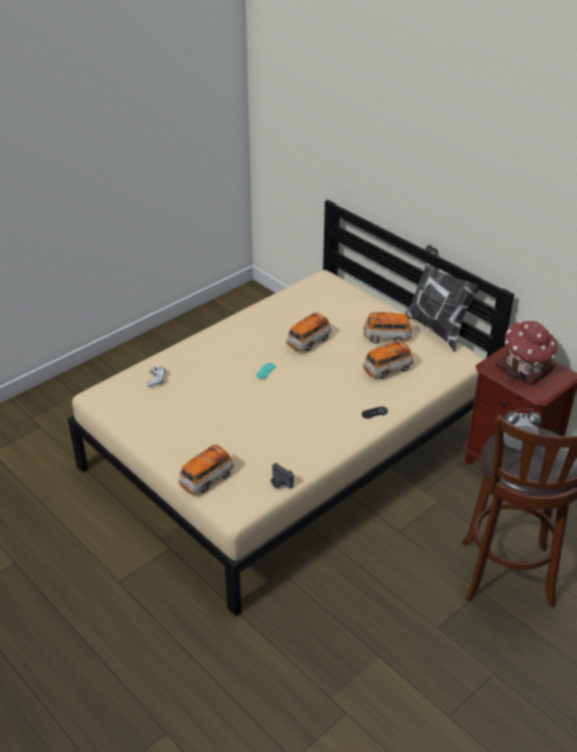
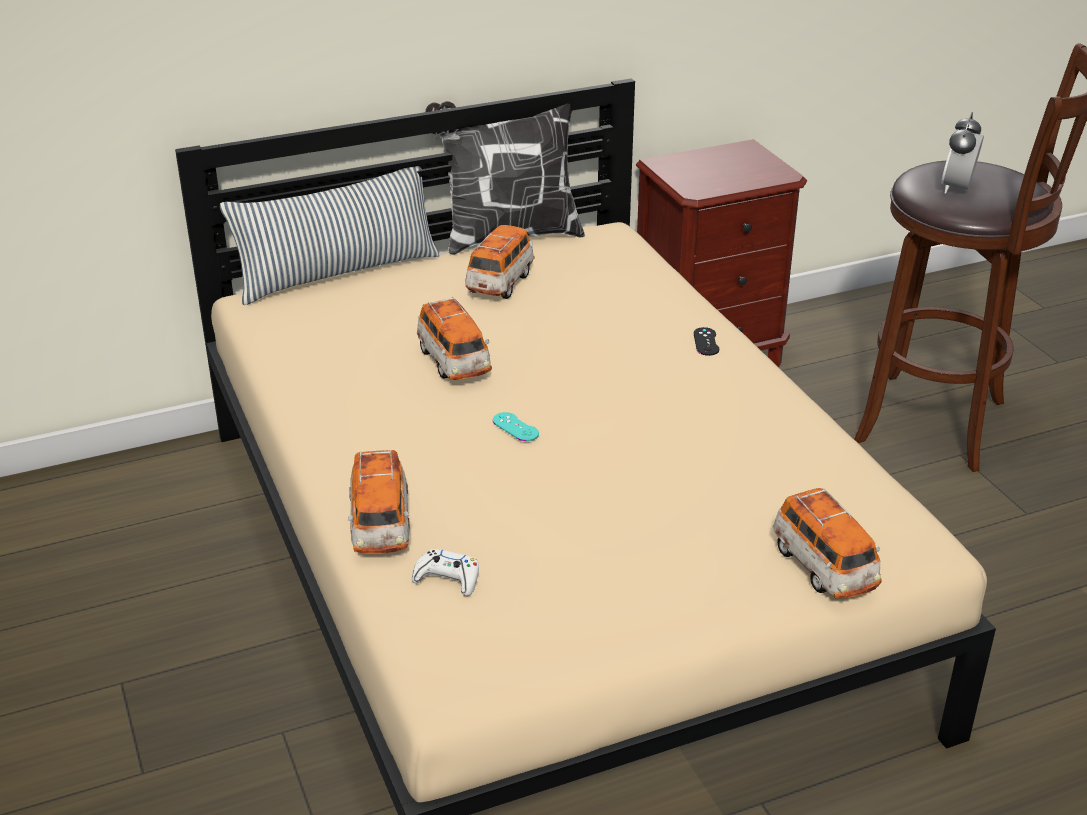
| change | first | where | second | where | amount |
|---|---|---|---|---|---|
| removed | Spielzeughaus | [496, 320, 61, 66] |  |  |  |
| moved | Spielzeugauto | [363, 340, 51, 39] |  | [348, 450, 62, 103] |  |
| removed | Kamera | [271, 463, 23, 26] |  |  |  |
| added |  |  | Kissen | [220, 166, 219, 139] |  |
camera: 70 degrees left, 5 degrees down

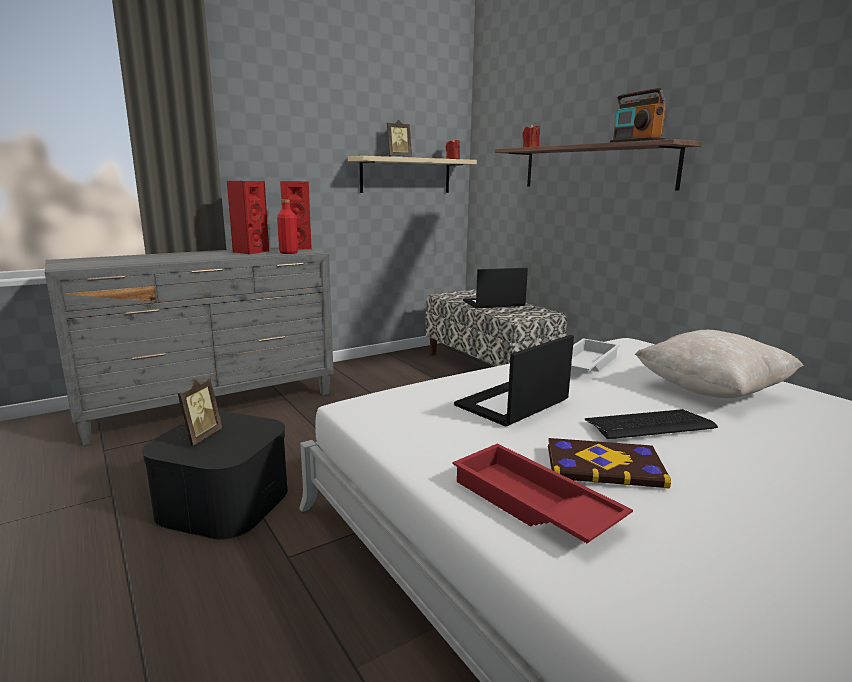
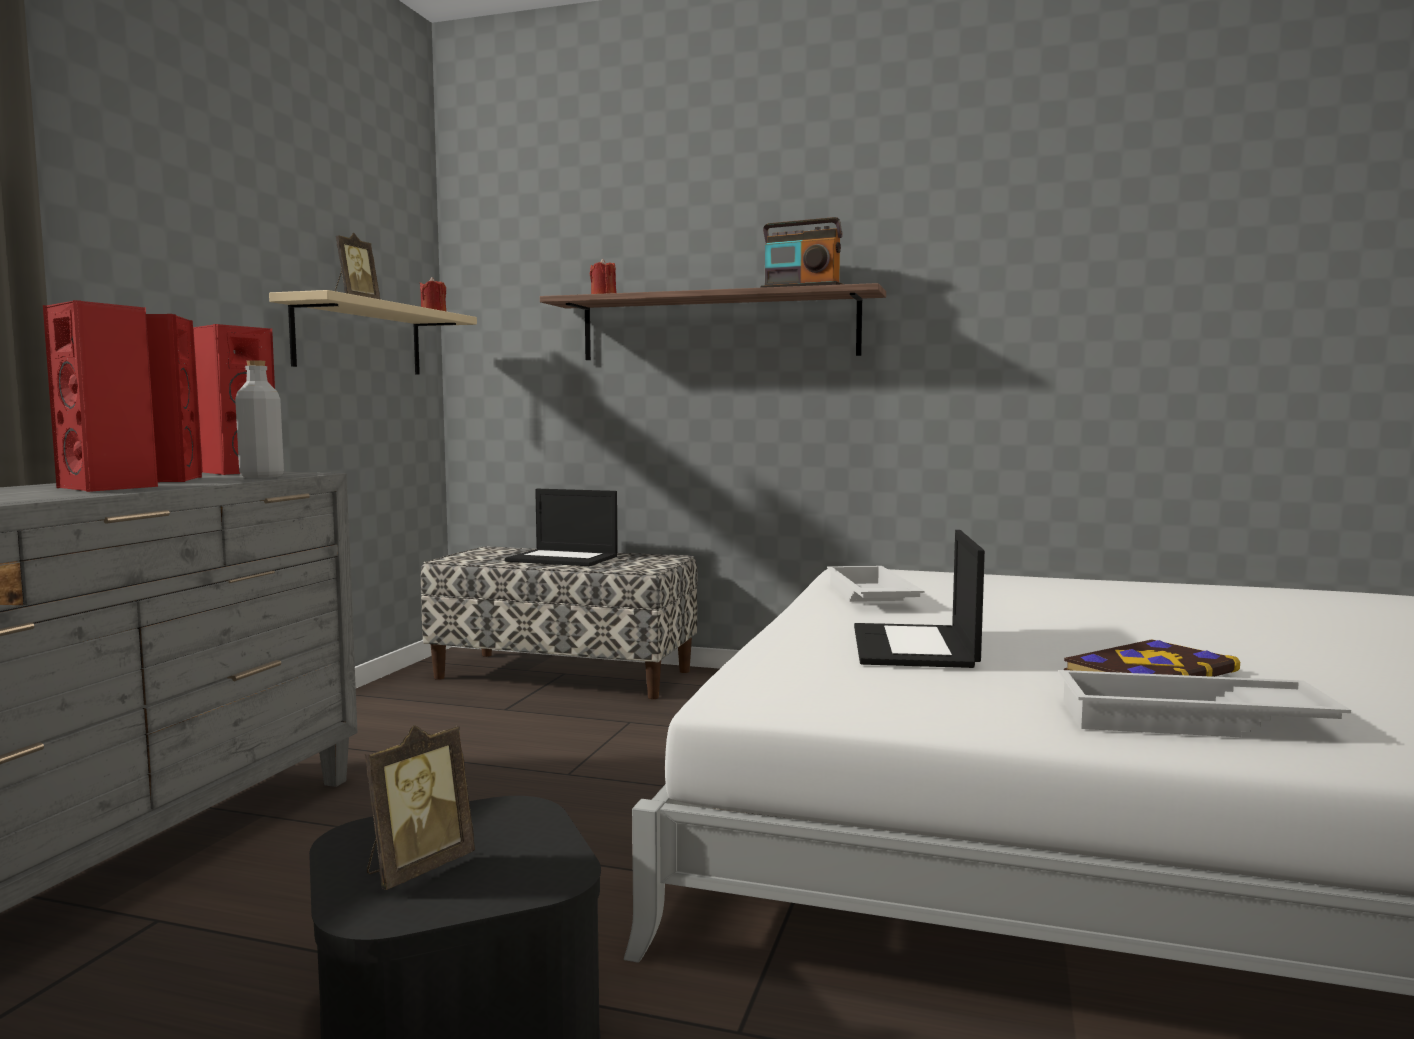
| change | first | where | second | where | amount |
|---|---|---|---|---|---|
| recoloured | Flasche [rot] | [277, 200, 21, 54] | Flasche [grau] | [235, 360, 49, 118] |  |
| turned | Laptop | [463, 268, 65, 40] |  | [505, 489, 113, 77] | 105 degrees counterclockwise |
| removed | Kissen [beige] | [635, 330, 169, 68] |  |  |  |
| turned | Bilderrahmen | [178, 379, 44, 67] |  | [365, 725, 110, 165] | 60 degrees clockwise |
| removed | Tastatur | [585, 409, 133, 30] |  |  |  |
| recoloured | Tablett [rot] | [453, 443, 180, 100] | Tablett [weiß] | [1059, 670, 292, 67] |  |
| added |  |  | Lautsprecher [rot] | [43, 300, 115, 192] |  |
camera: 40 degrees left, 10 degrees down

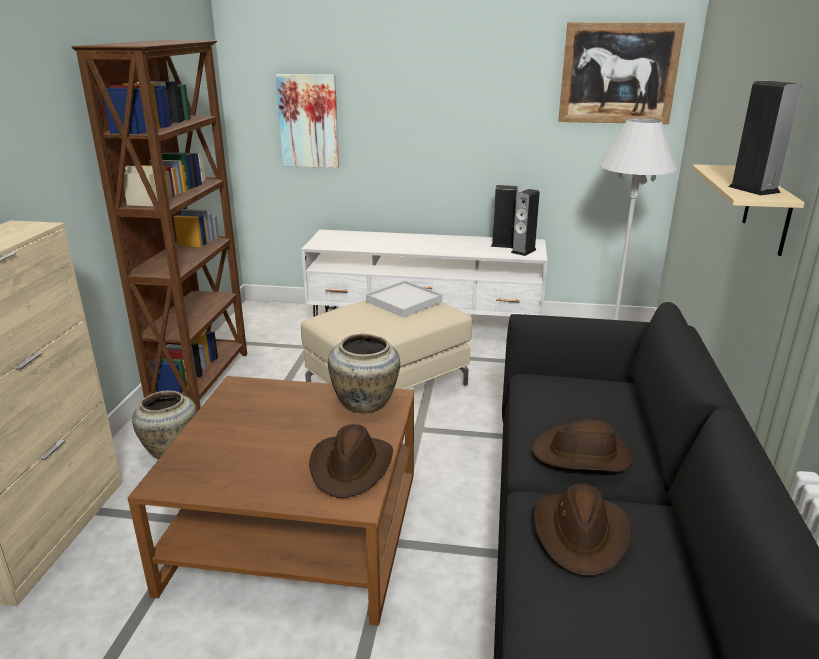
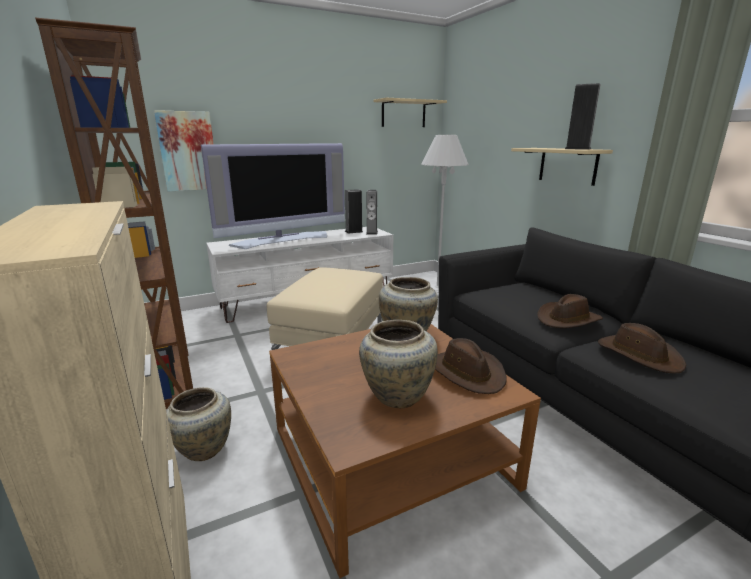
| change | first | where | second | where | amount |
|---|---|---|---|---|---|
| replaced | Bild | [558, 22, 127, 102] | Wandregal [beige] | [374, 98, 73, 29] |  |
| removed | Tablett [weiß] | [366, 281, 76, 37] |  |  |  |
| added |  |  | Fernseher | [201, 143, 144, 106] |  |
| added |  |  | Vase [beige] | [359, 320, 79, 88] |  |
camera: 35 degrees left, 5 degrees down

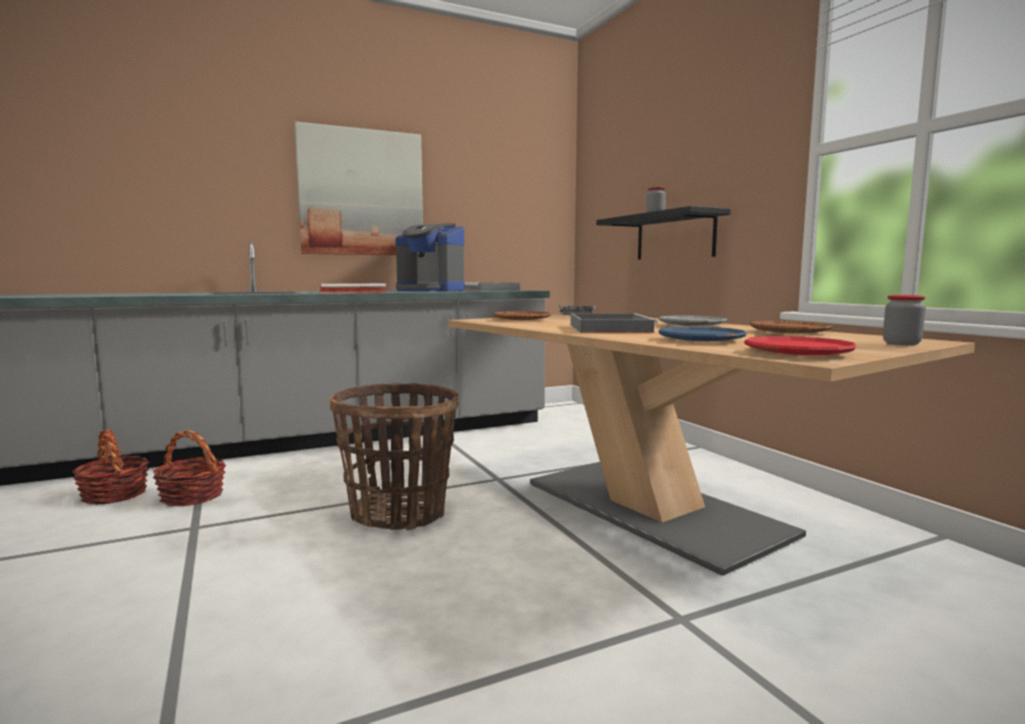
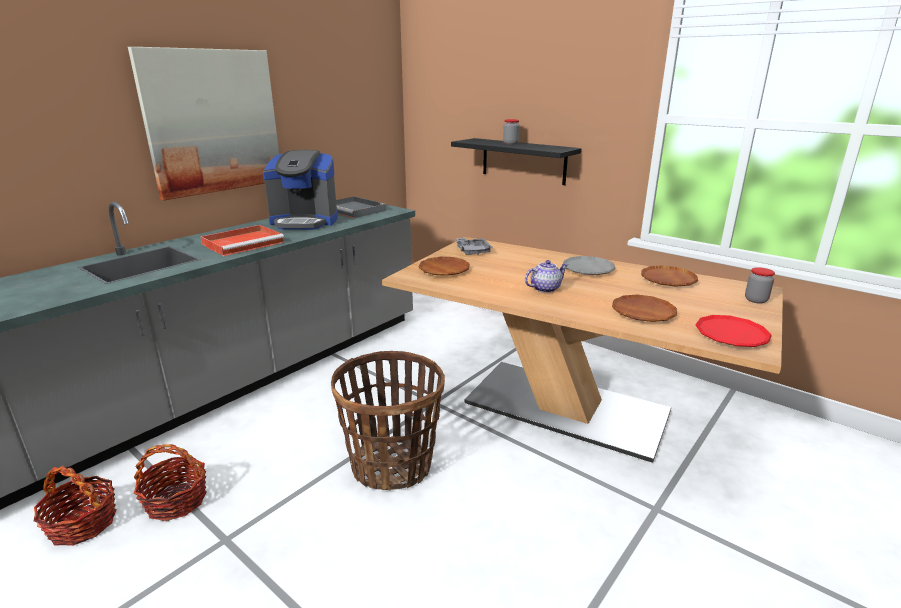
| change | first | where | second | where | amount |
|---|---|---|---|---|---|
| replaced | Tablett [grau] | [571, 313, 87, 20] | Teekanne | [525, 260, 43, 33] |  |
| recoloured | Teller [blau] | [659, 326, 88, 15] | Teller [braun] | [612, 295, 65, 27] |  |
camera: 25 degrees left, 15 degrees up

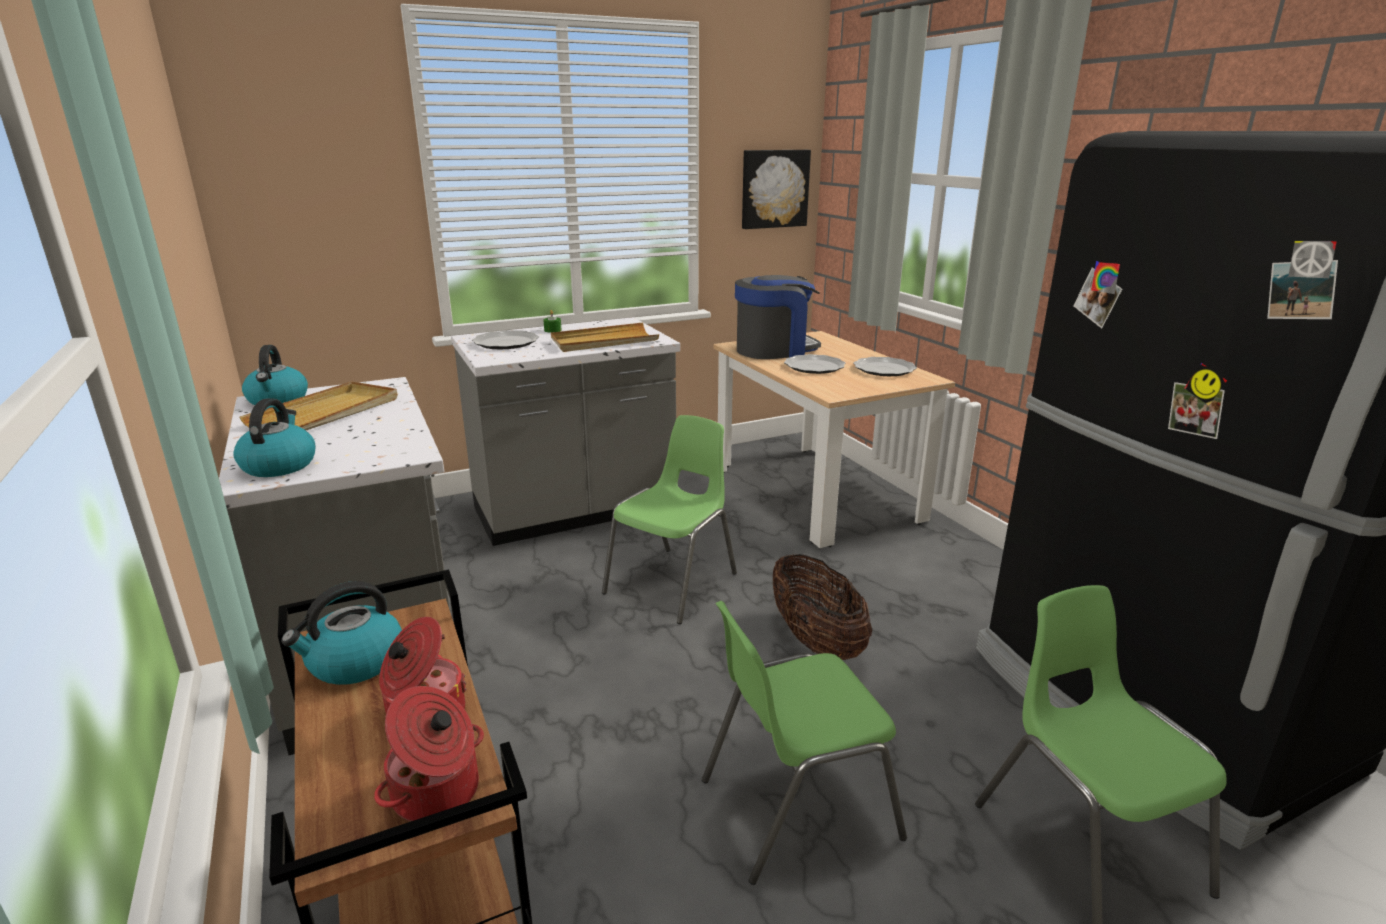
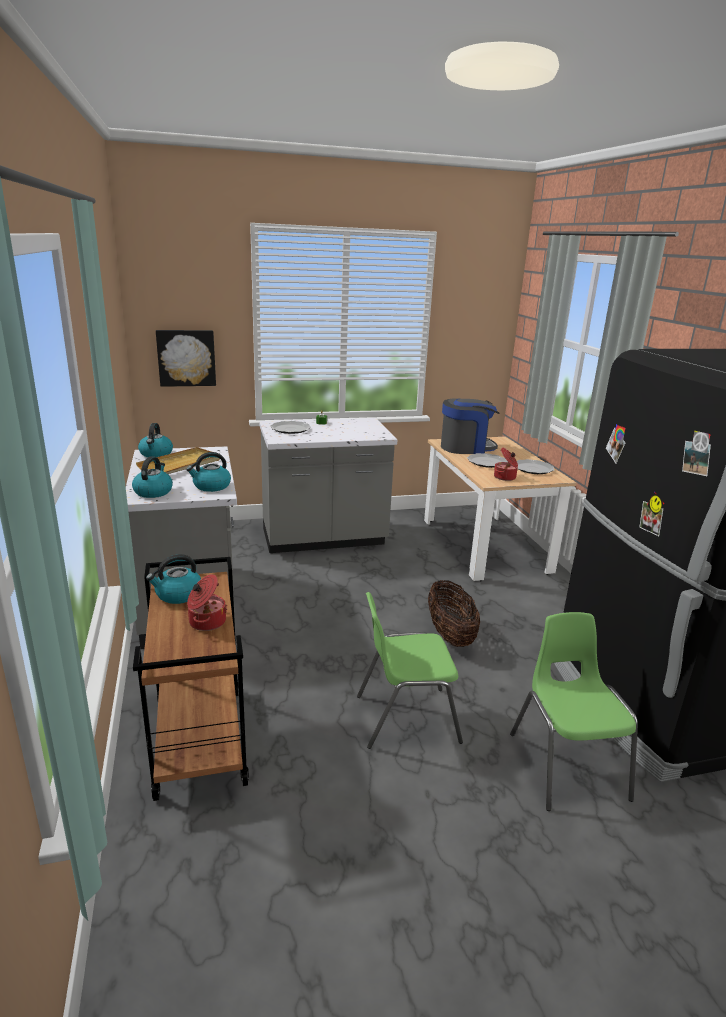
| change | first | where | second | where | amount |
|---|---|---|---|---|---|
| moved | Bild | [742, 150, 69, 79] |  | [156, 330, 60, 57] |  |
| removed | Tablett [beige] | [551, 323, 108, 29] |  |  |  |
| removed | Stuhl [grün] | [602, 415, 135, 209] |  |  |  |
| moved | Kochtopf | [374, 686, 110, 135] |  | [494, 448, 24, 33] |  |
| added |  |  | Wasserkessel | [186, 452, 45, 40] |  |
camera: 10 degrees right, 0 degrees up

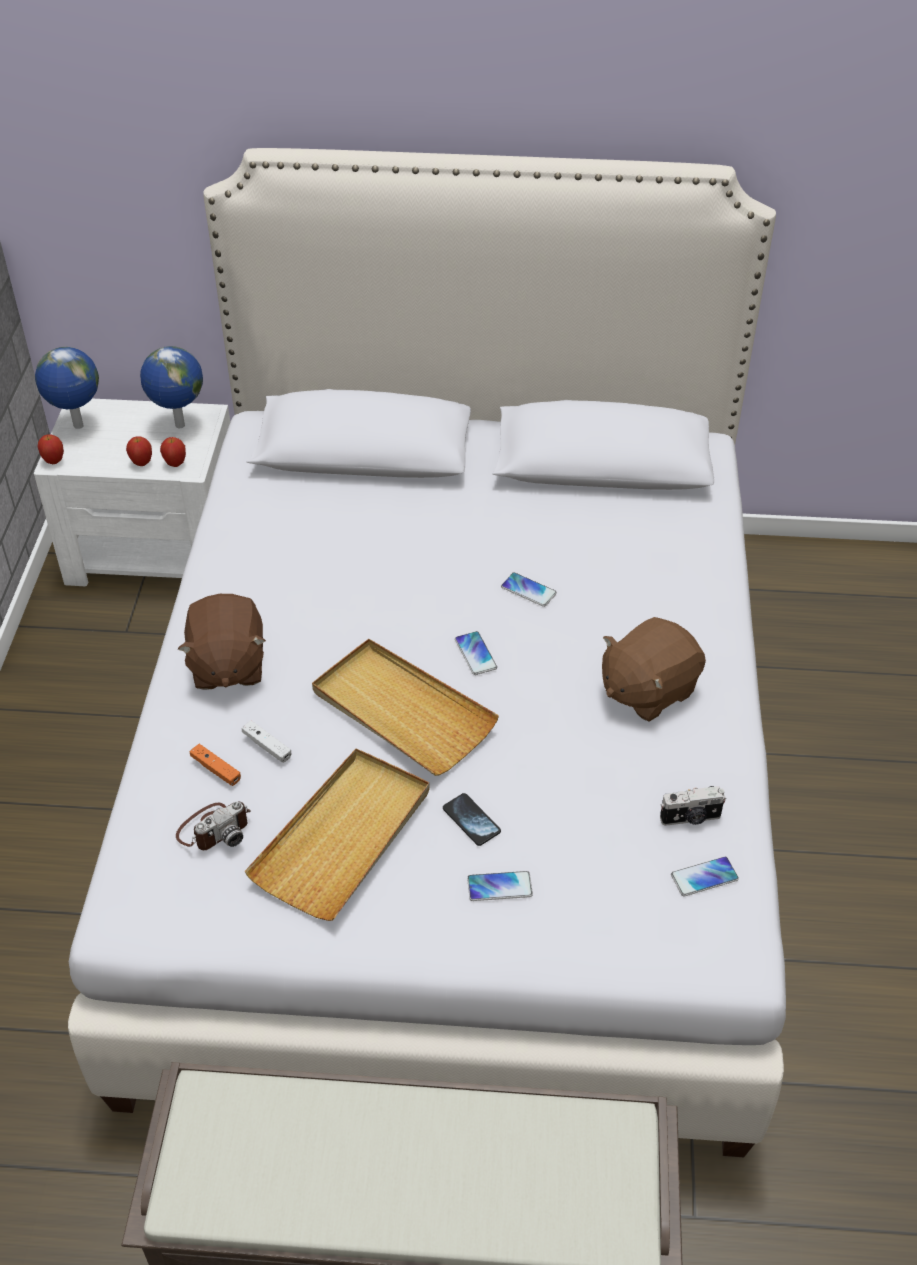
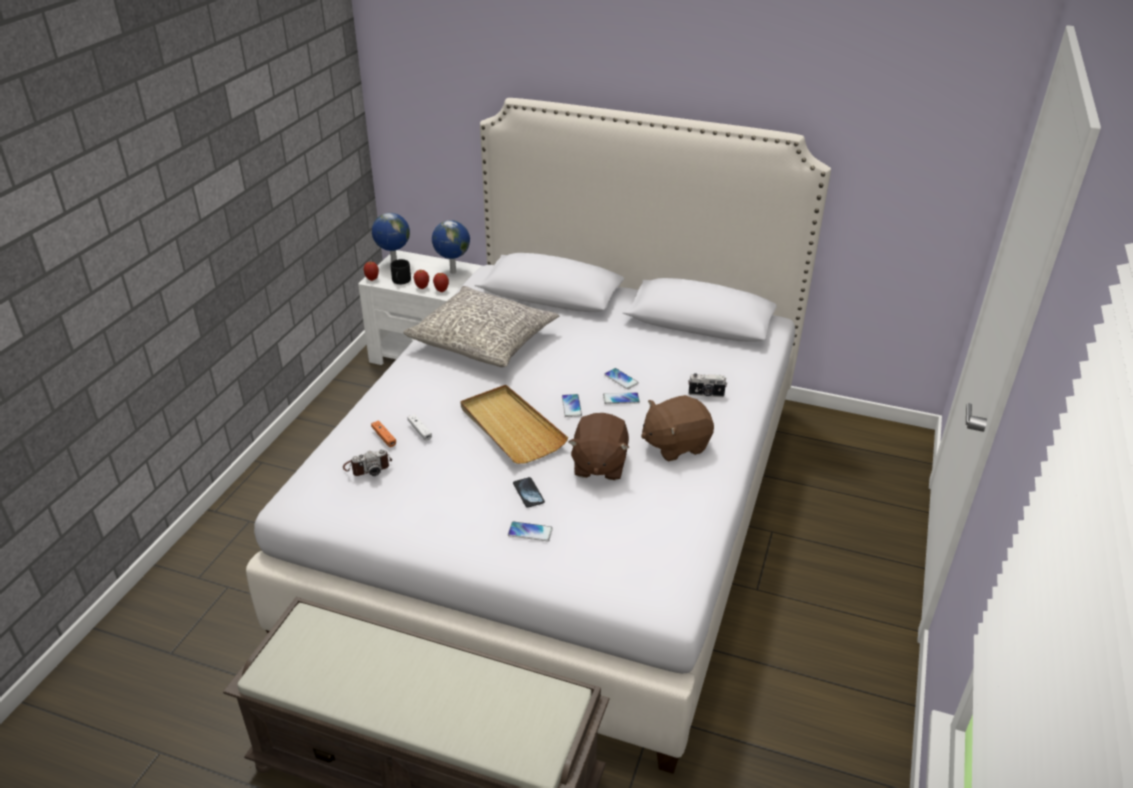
| change | first | where | second | where | amount |
|---|---|---|---|---|---|
| moved | Plüschtier [braun] | [178, 594, 88, 96] |  | [568, 413, 61, 67] |  |
| removed | Tablett [beige] | [244, 749, 186, 172] |  |  |  |
| moved | Kamera | [660, 786, 66, 40] |  | [688, 373, 39, 24] |  |
| moved | Handy | [671, 856, 68, 40] |  | [603, 392, 37, 12] |  |
| added |  |  | Henkelbecher [schwarz] | [390, 259, 21, 25] |  |
| added |  |  | Kissen [grau] | [403, 286, 156, 81] |  |
camera: 15 degrees right, 10 degrees down

